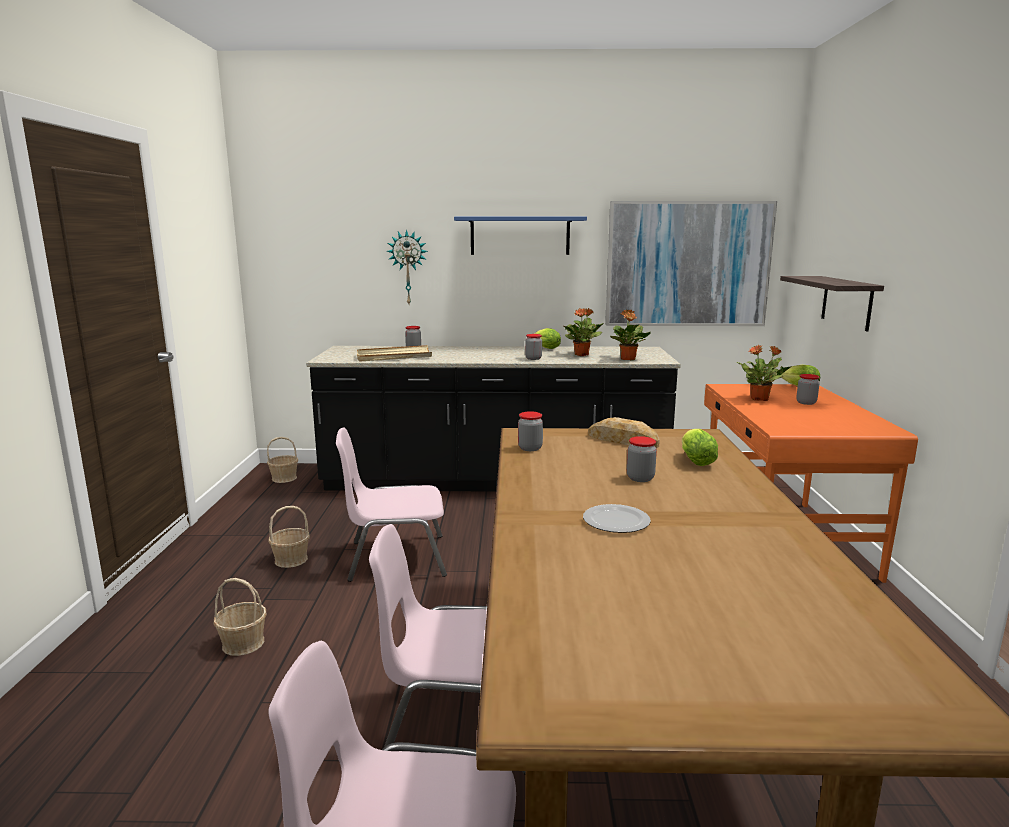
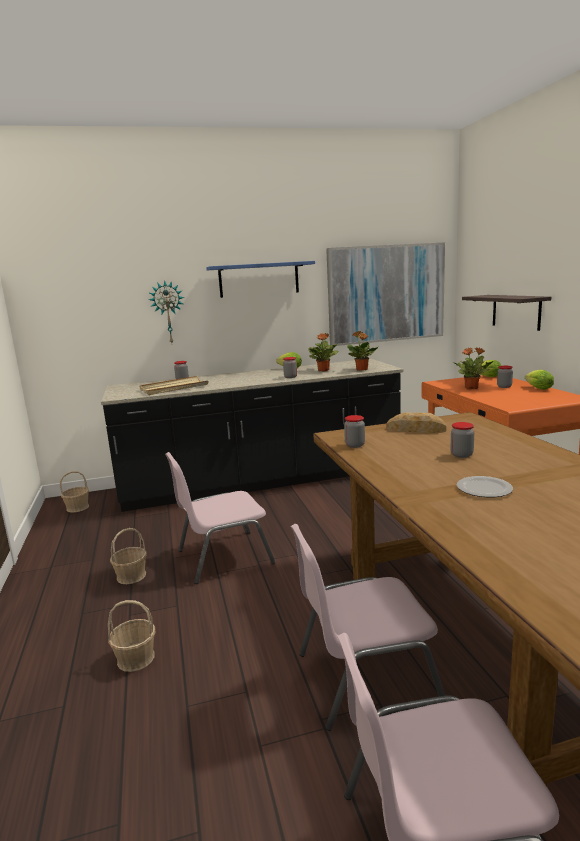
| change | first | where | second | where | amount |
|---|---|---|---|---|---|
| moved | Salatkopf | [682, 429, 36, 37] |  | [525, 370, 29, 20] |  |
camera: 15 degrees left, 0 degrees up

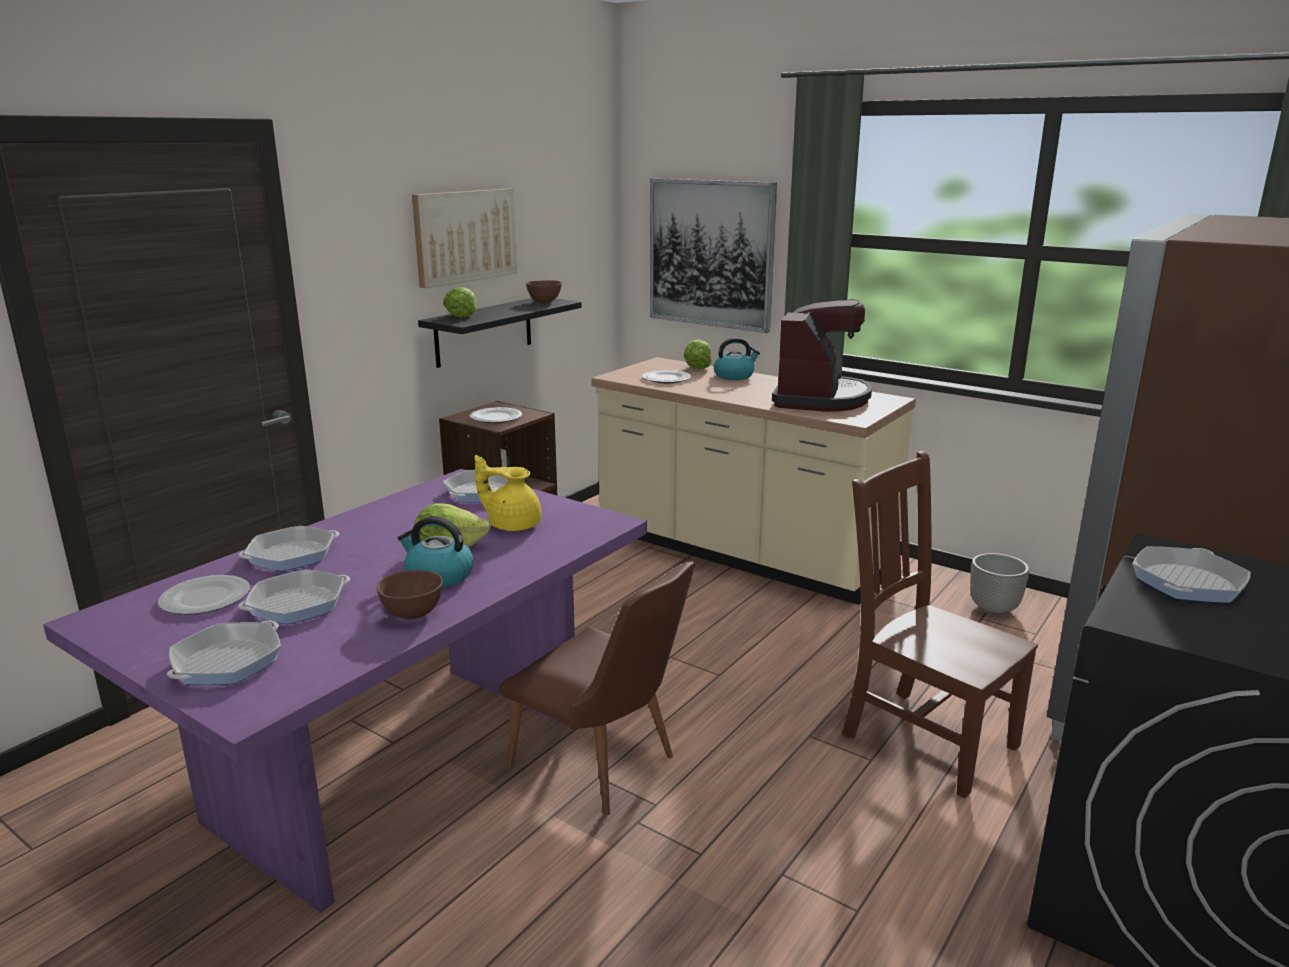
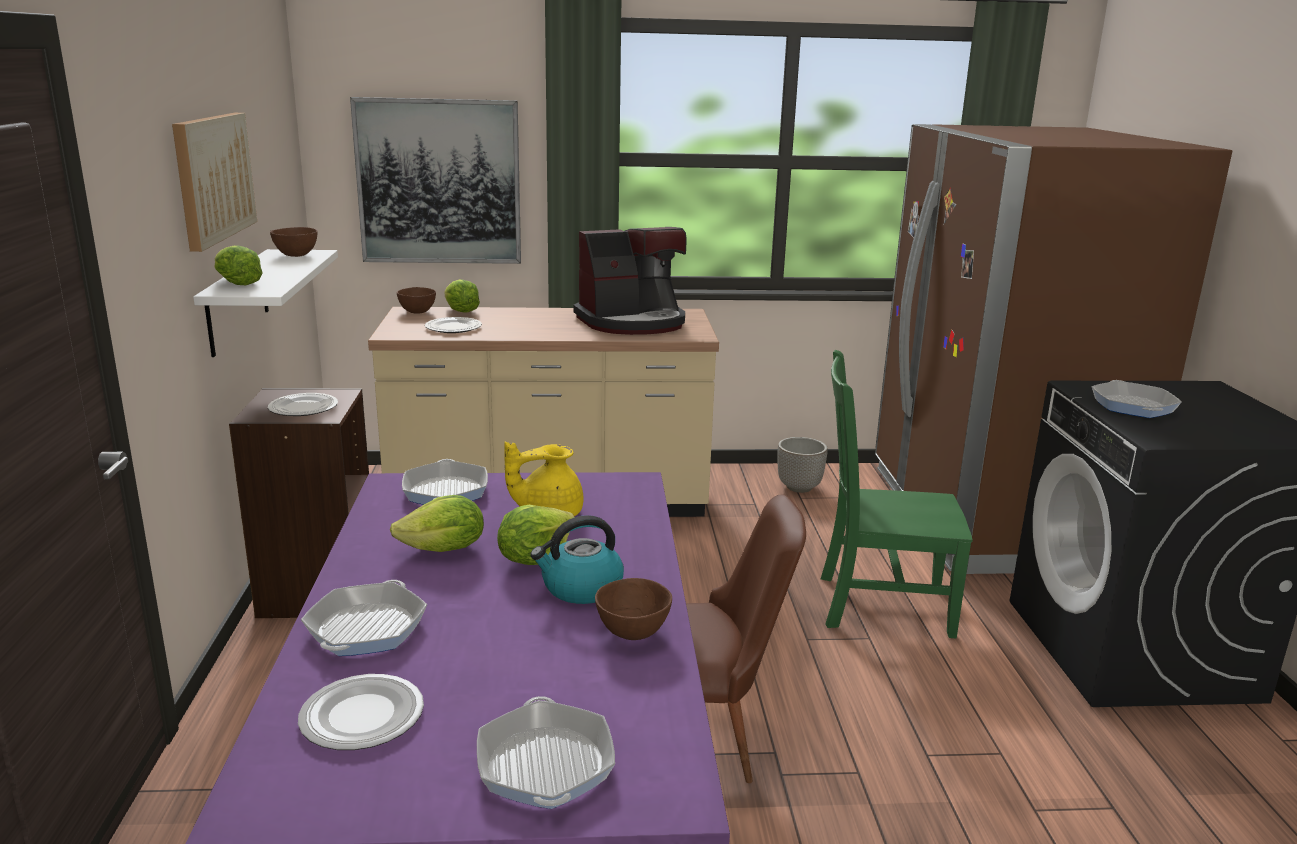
| change | first | where | second | where | amount |
|---|---|---|---|---|---|
| recoloured | Wandregal [schwarz] | [418, 298, 164, 70] | Wandregal [weiß] | [193, 249, 145, 108] |  |
| turned | Kaffeemaschine | [772, 299, 100, 113] |  | [573, 227, 114, 108] | 90 degrees clockwise |
| removed | Wasserkessel | [714, 338, 46, 42] |  |  |  |
| recoloured | Stuhl [braun] | [842, 451, 196, 348] | Stuhl [grün] | [821, 350, 152, 288] |  |
| removed | Pfanne | [238, 569, 112, 55] |  |  |  |
| added |  |  | Schüssel [braun] | [397, 287, 39, 26] |  |
| added |  |  | Salatkopf | [390, 495, 94, 57] |  |
camera: 40 degrees left, 0 degrees up

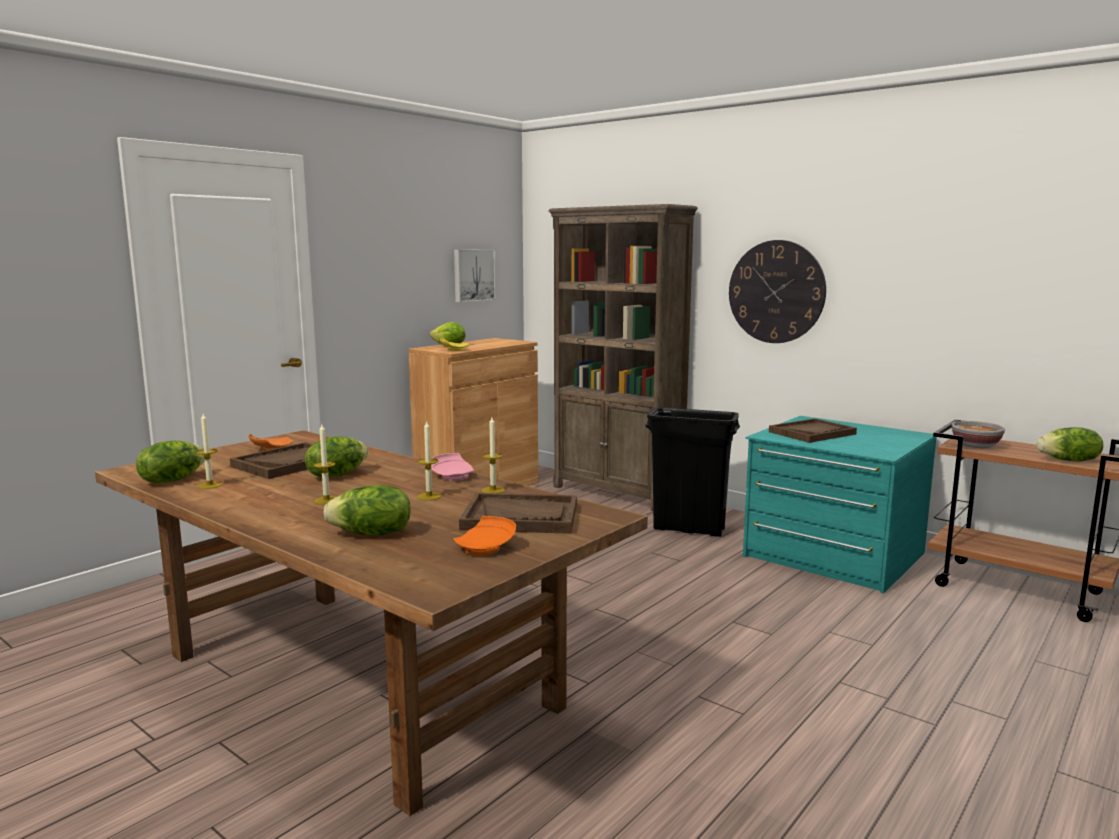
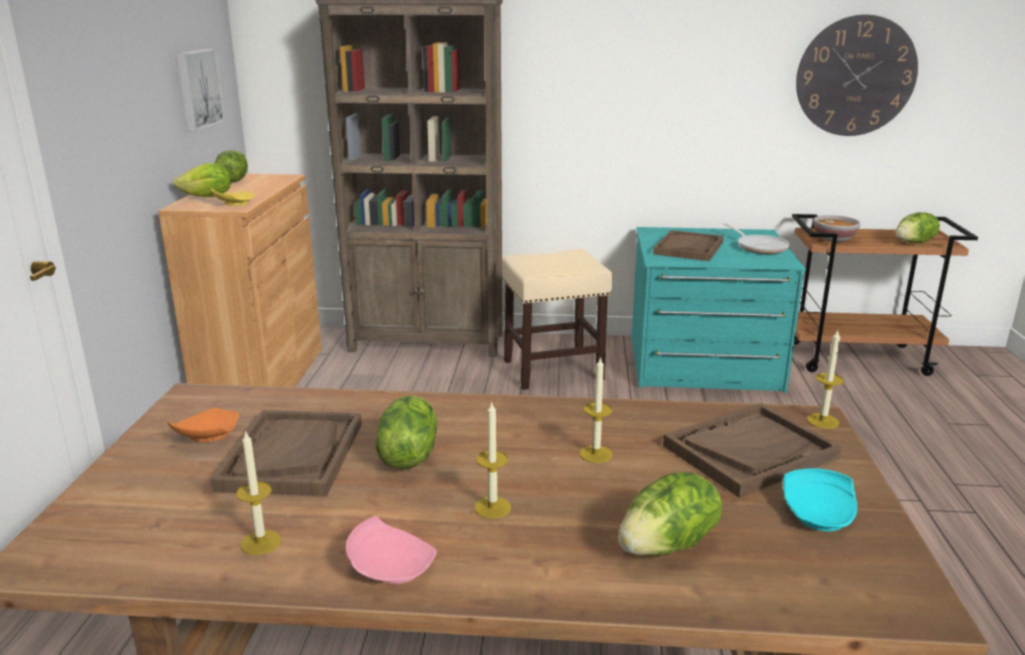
| change | first | where | second | where | amount |
|---|---|---|---|---|---|
| moved | Wanduhr | [729, 240, 97, 103] |  | [796, 15, 122, 121] |  |
| replaced | Mülleimer [schwarz] | [646, 407, 94, 130] | Hocker [beige] | [502, 249, 111, 141] |  |
| moved | Kerze | [482, 417, 23, 76] |  | [807, 330, 37, 99] |  |
| moved | Salatkopf | [136, 441, 69, 42] |  | [214, 150, 34, 33] |  |
| moved | Teller [rosa] | [431, 453, 43, 28] |  | [346, 516, 91, 68] |  |
| recoloured | Teller [orange] | [454, 516, 62, 39] | Teller [türkis] | [783, 468, 74, 63] |  |
| added |  |  | Pfanne | [723, 223, 66, 31] |  |
camera: 35 degrees left, 10 degrees up

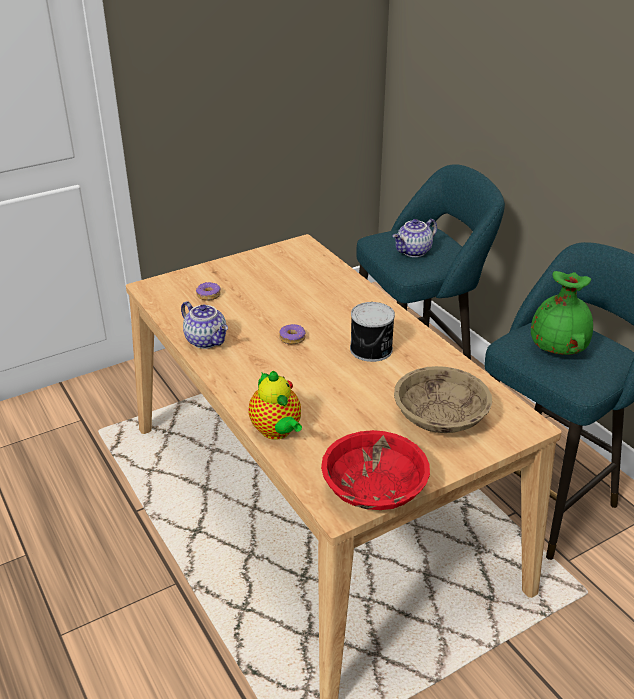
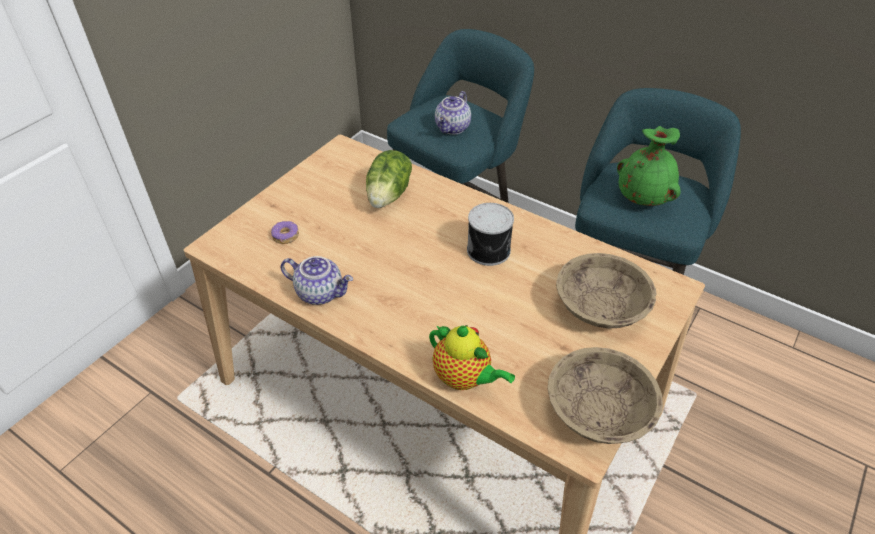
| change | first | where | second | where | amount |
|---|---|---|---|---|---|
| removed | Donut | [279, 324, 26, 20] |  |  |  |
| recoloured | Schüssel [rot] | [321, 430, 109, 80] | Schüssel [beige] | [548, 347, 115, 97] |  |
| added |  |  | Salatkopf | [366, 150, 46, 58] |  |
camera: 25 degrees left, 10 degrees up

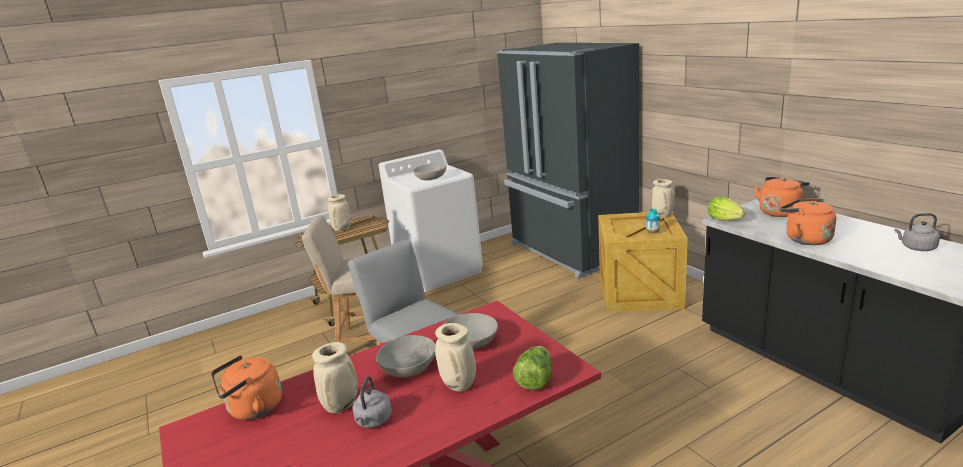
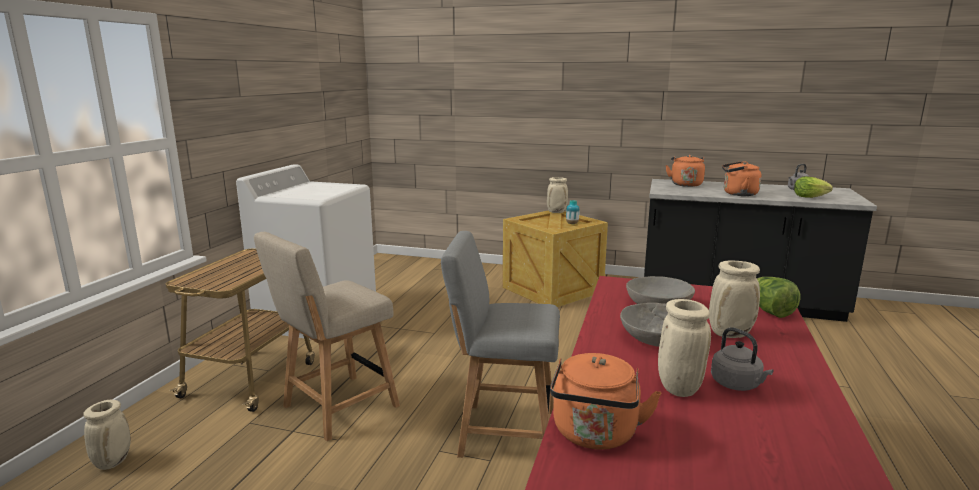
| change | first | where | second | where | amount |
|---|---|---|---|---|---|
| removed | Kühlschrank [schwarz] | [497, 43, 142, 236] |  |  |  |
| removed | Schüssel [grau] | [413, 163, 33, 17] |  |  |  |
| moved | Vase [beige] | [327, 194, 24, 37] |  | [83, 400, 48, 70] |  |
| moved | Salatkopf | [708, 196, 37, 25] |  | [794, 177, 39, 21] |  |
camera: 45 degrees left, 5 degrees down

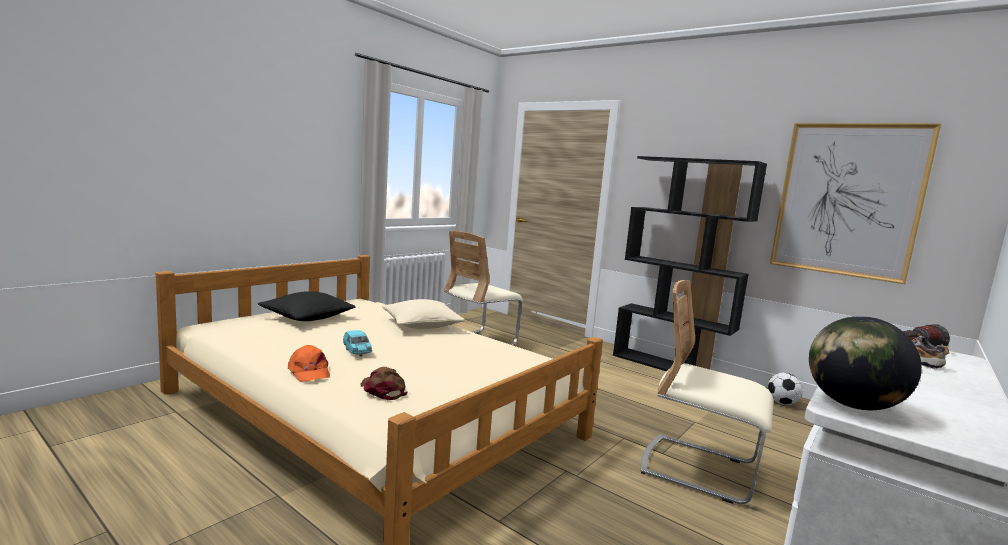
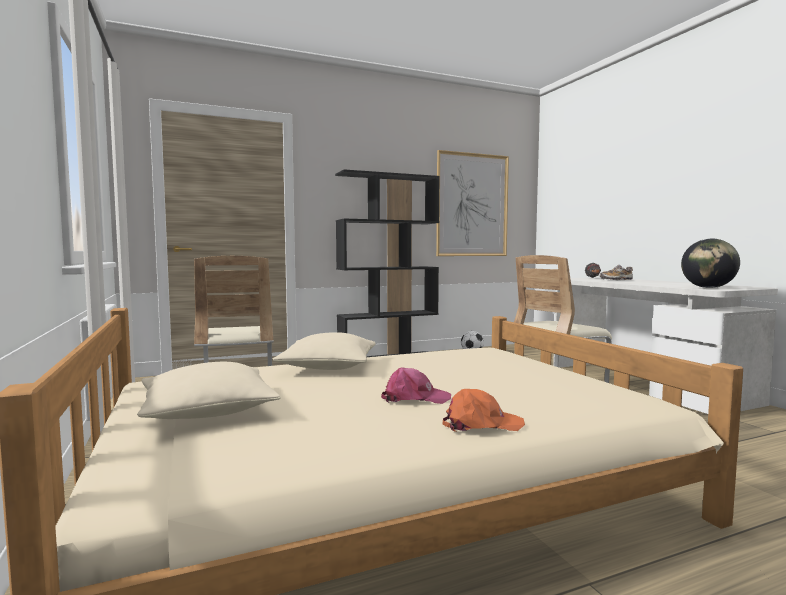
| change | first | where | second | where | amount |
|---|---|---|---|---|---|
| recoloured | Kissen [schwarz] | [258, 291, 97, 30] | Kissen [beige] | [137, 362, 144, 57] |  |
| replaced | Spielzeugauto [türkis] | [343, 330, 29, 26] | Kappe [rosa] | [381, 367, 70, 37] |  |
| removed | Kappe [braun] | [361, 367, 47, 33] |  |  |  |
camera: 60 degrees left, 5 degrees down

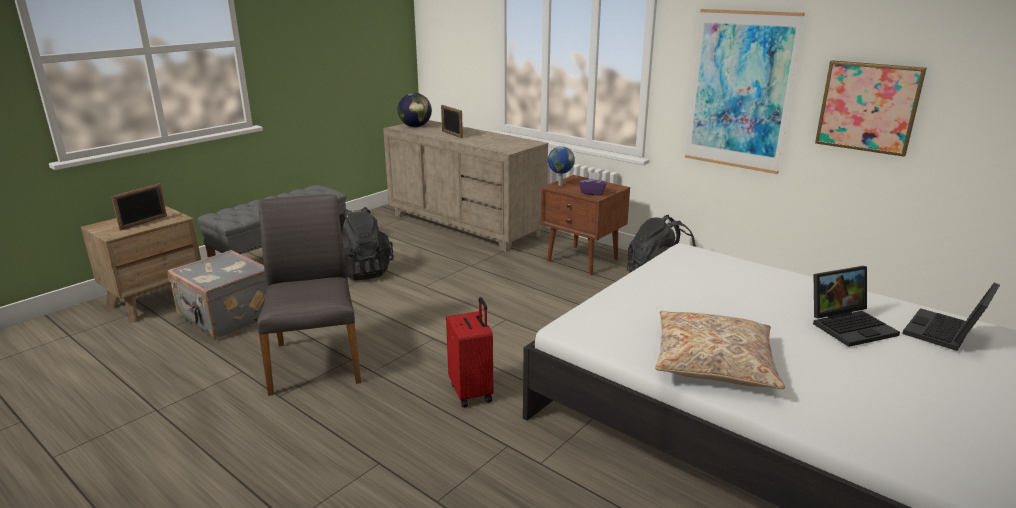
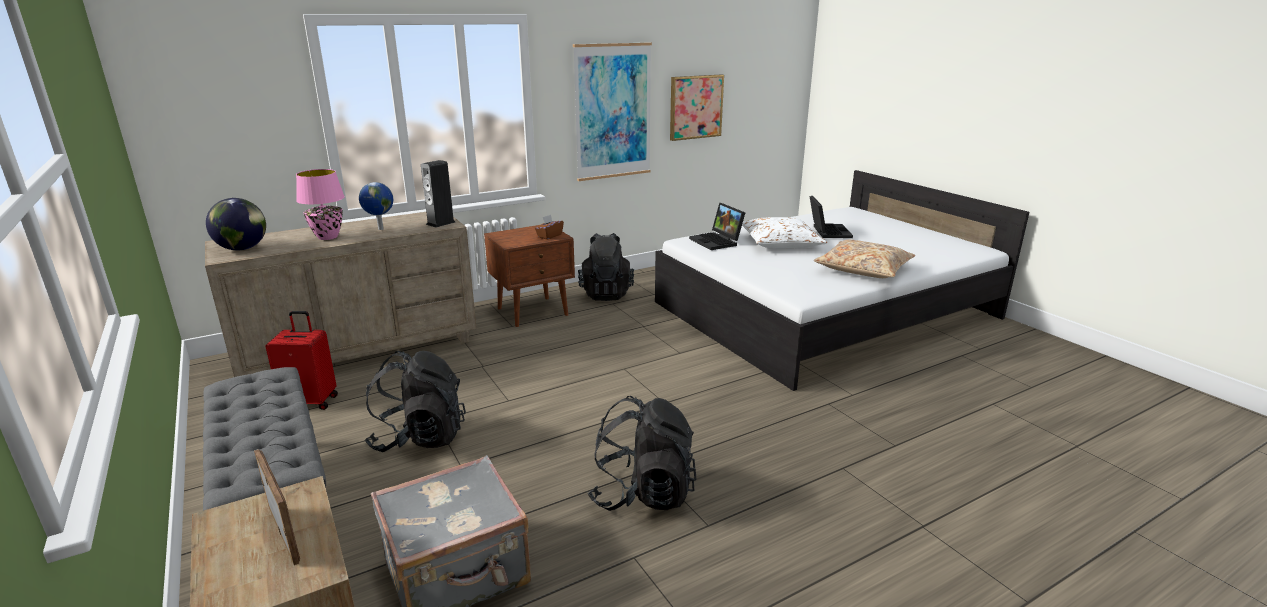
| change | first | where | second | where | amount |
|---|---|---|---|---|---|
| replaced | Bilderrahmen | [441, 105, 22, 33] | Tischlampe [rosa] | [296, 169, 49, 71] |  |
| moved | Globus | [548, 146, 27, 40] |  | [359, 182, 34, 48] |  |
| recoloured | Taschentuchbox [lila] | [579, 173, 28, 23] | Taschentuchbox [braun] | [535, 215, 29, 25] |  |
| replaced | Stuhl [grau] | [257, 194, 104, 202] | Rucksack [schwarz] | [587, 396, 110, 115] |  |
| moved | Laptop | [902, 282, 98, 69] |  | [689, 203, 56, 47] |  |
| moved | Koffer [rot] | [446, 297, 47, 111] |  | [265, 311, 73, 99] |  |
| added |  |  | Lautsprecher | [421, 160, 34, 68] |  |
| added |  |  | Kissen [weiß] | [742, 217, 85, 31] |  |
camera: 70 degrees left, 0 degrees up

